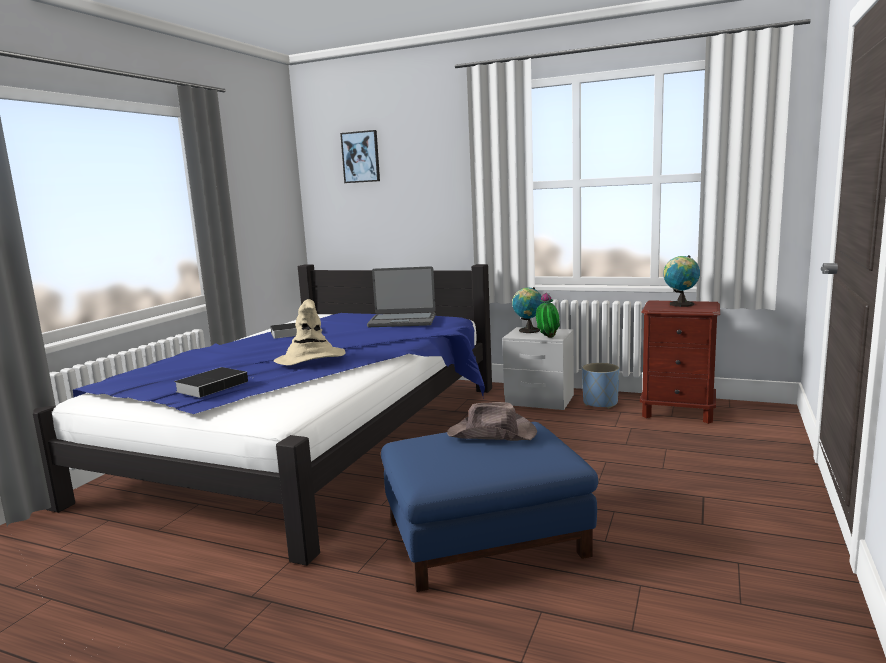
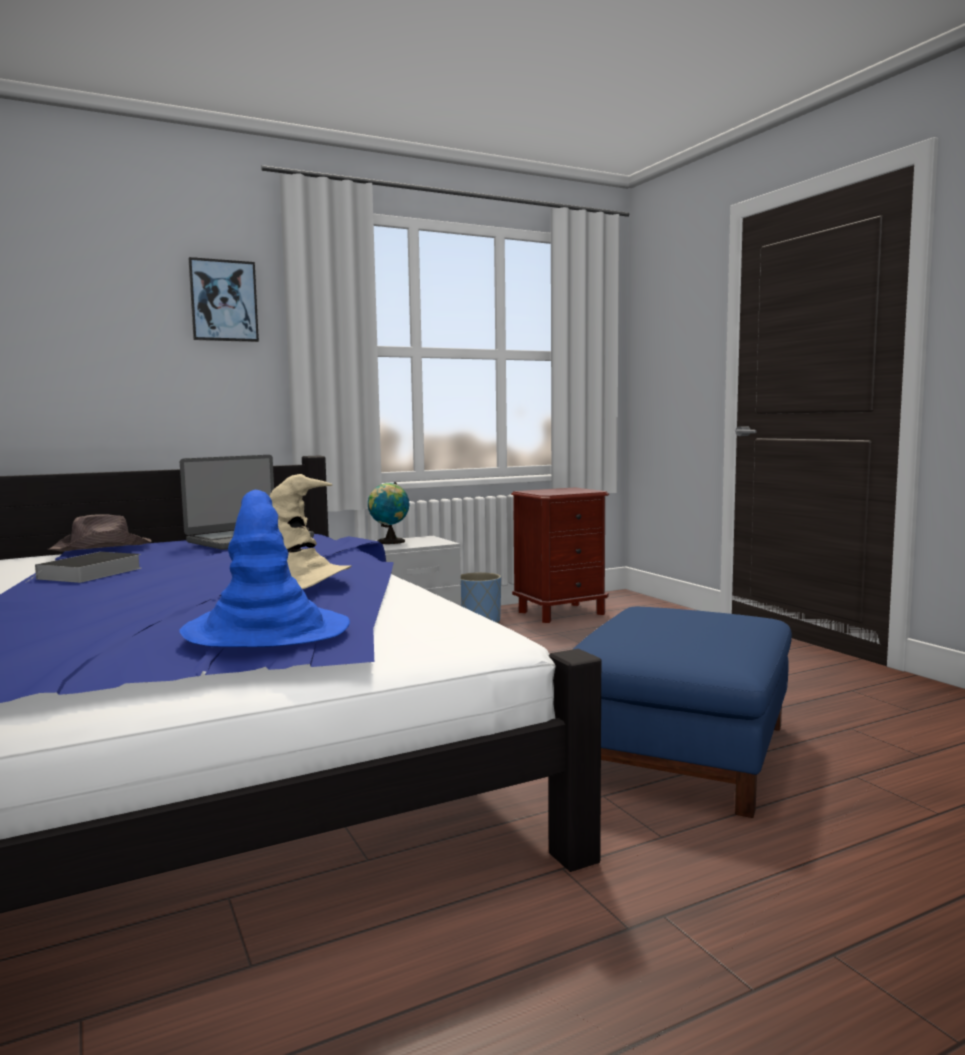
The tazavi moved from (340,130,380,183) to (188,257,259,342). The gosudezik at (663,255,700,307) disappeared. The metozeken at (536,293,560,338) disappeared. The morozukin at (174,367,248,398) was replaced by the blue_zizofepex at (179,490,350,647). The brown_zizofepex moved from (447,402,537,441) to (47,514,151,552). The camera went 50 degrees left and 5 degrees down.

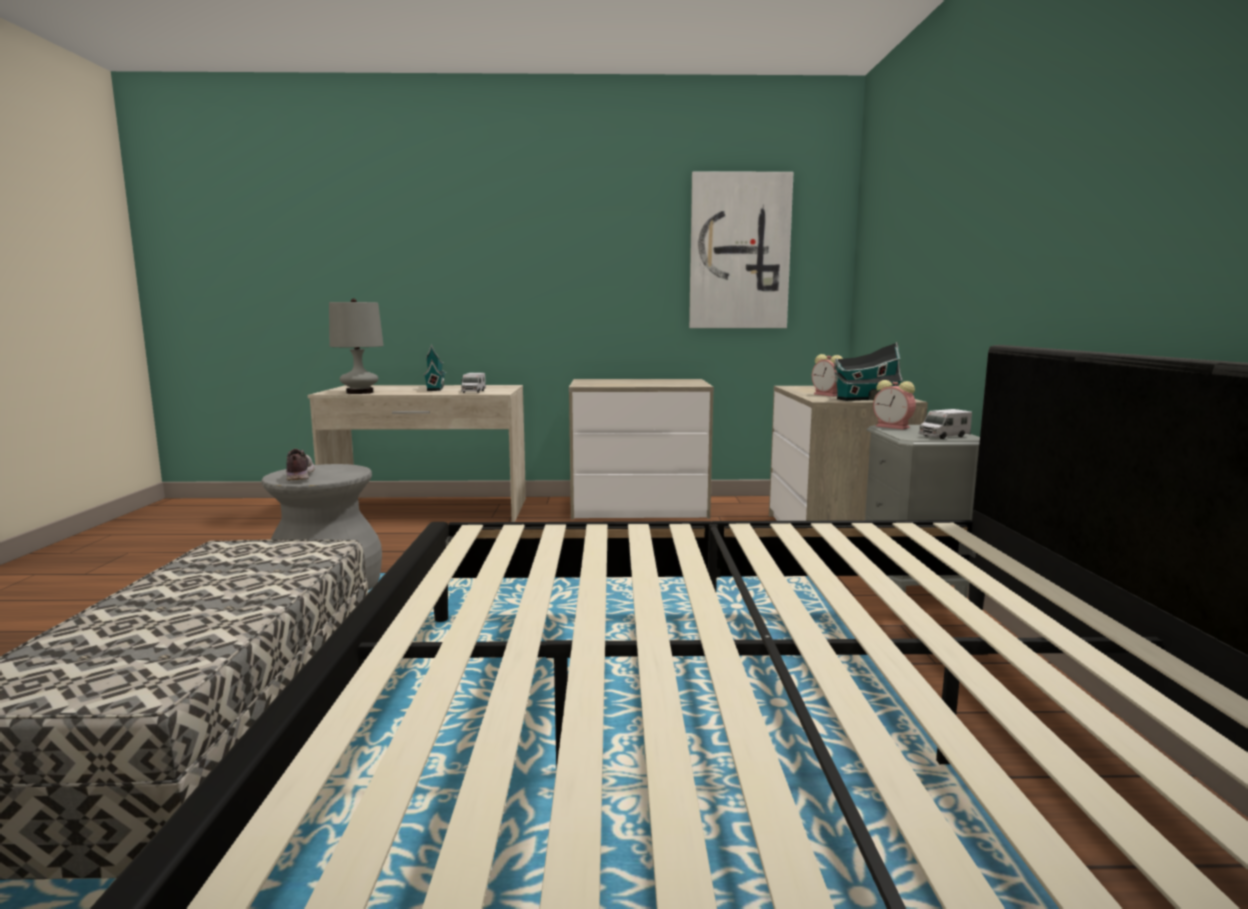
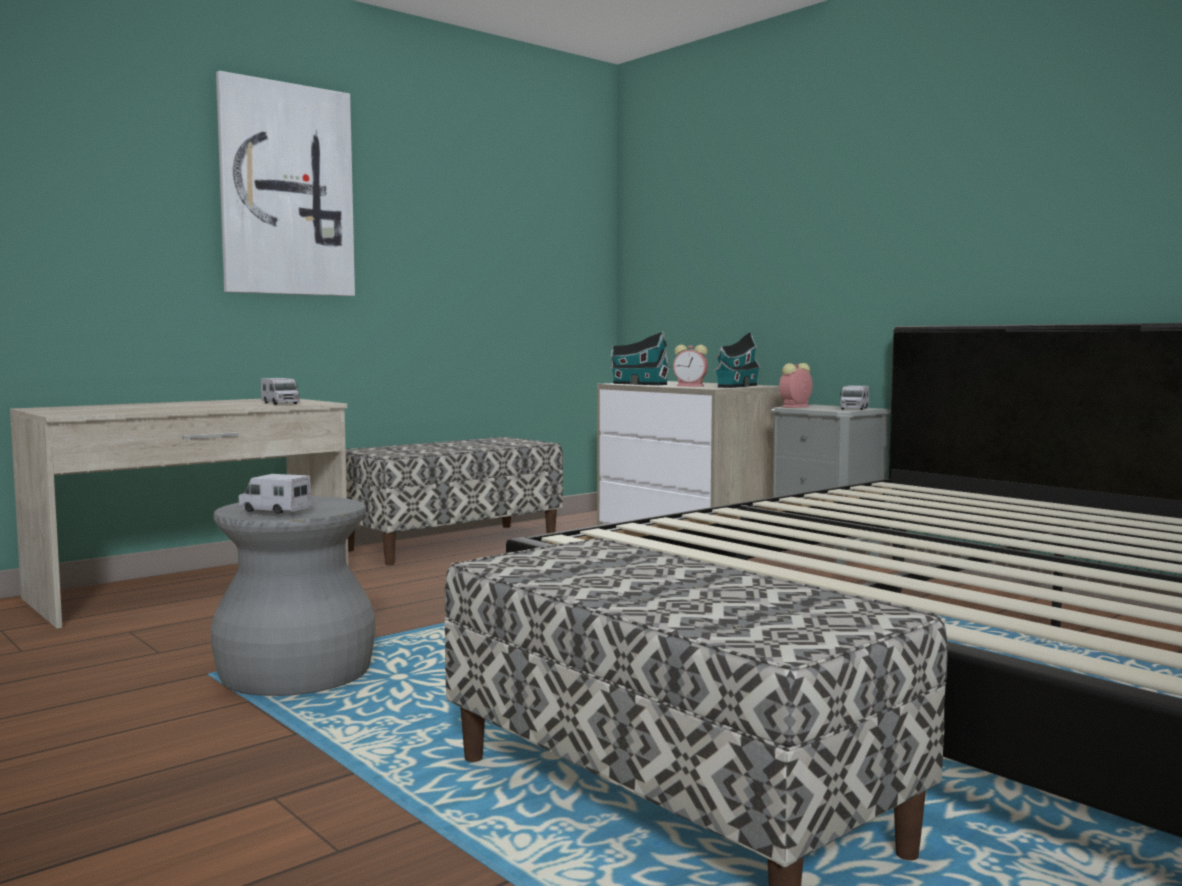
The tazavi moved from (689,171,794,328) to (216,71,355,296). The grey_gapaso at (329,298,384,394) disappeared. The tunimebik moved from (423,344,446,391) to (610,331,670,385). The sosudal at (569,379,714,519) was replaced by the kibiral at (346,437,563,565). The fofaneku at (873,380,916,430) turned 135 degrees clockwise. The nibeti at (286,449,315,480) was replaced by the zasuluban at (238,474,311,514). The camera went 40 degrees left and 5 degrees down.

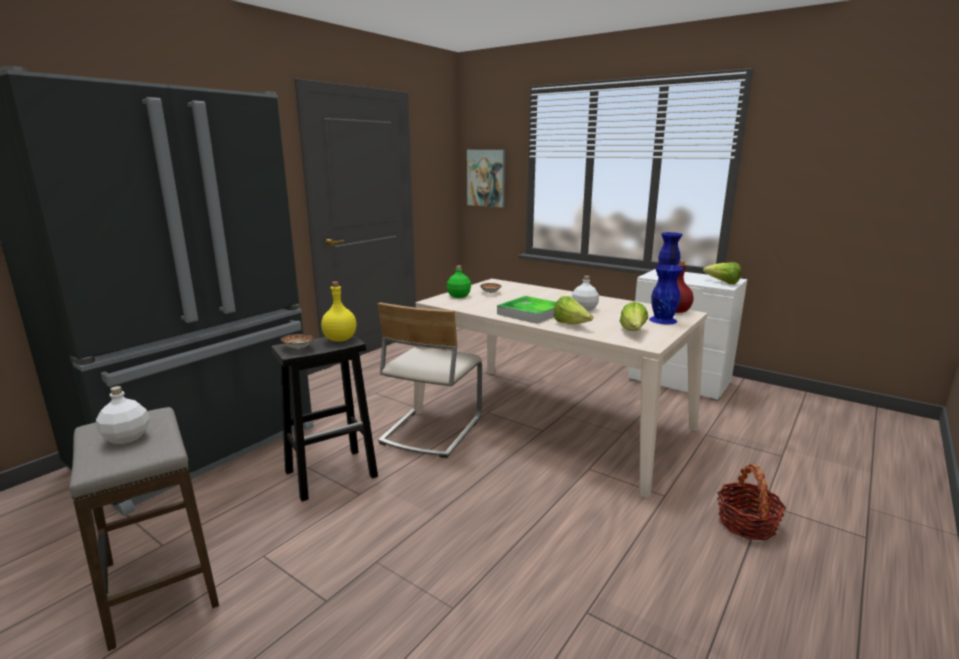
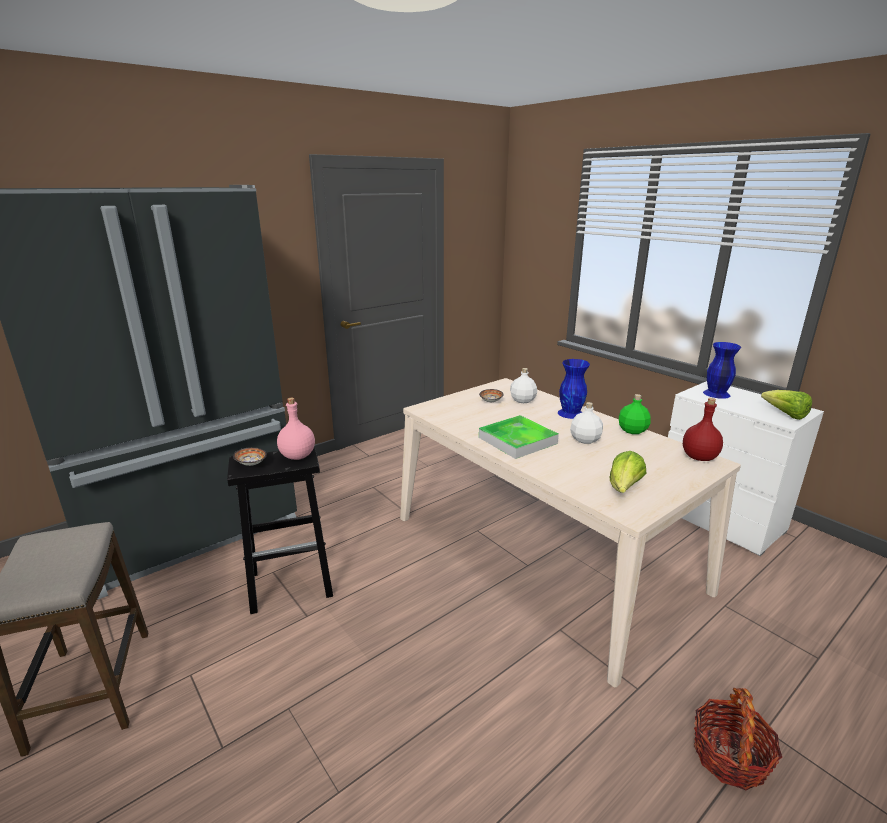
The tazavi at (467,150,505,207) disappeared. The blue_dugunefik moved from (649,265,683,325) to (558,359,590,419). The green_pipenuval moved from (447,266,471,298) to (619,394,651,434). The yellow_pipenuval at (321,281,357,342) became the pink_pipenuval at (277,398,315,460). The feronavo at (553,296,593,324) disappeared. The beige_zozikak at (378,302,483,458) disappeared. The white_pipenuval moved from (96,386,150,444) to (510,368,537,403). The camera went 15 degrees right and 5 degrees up.

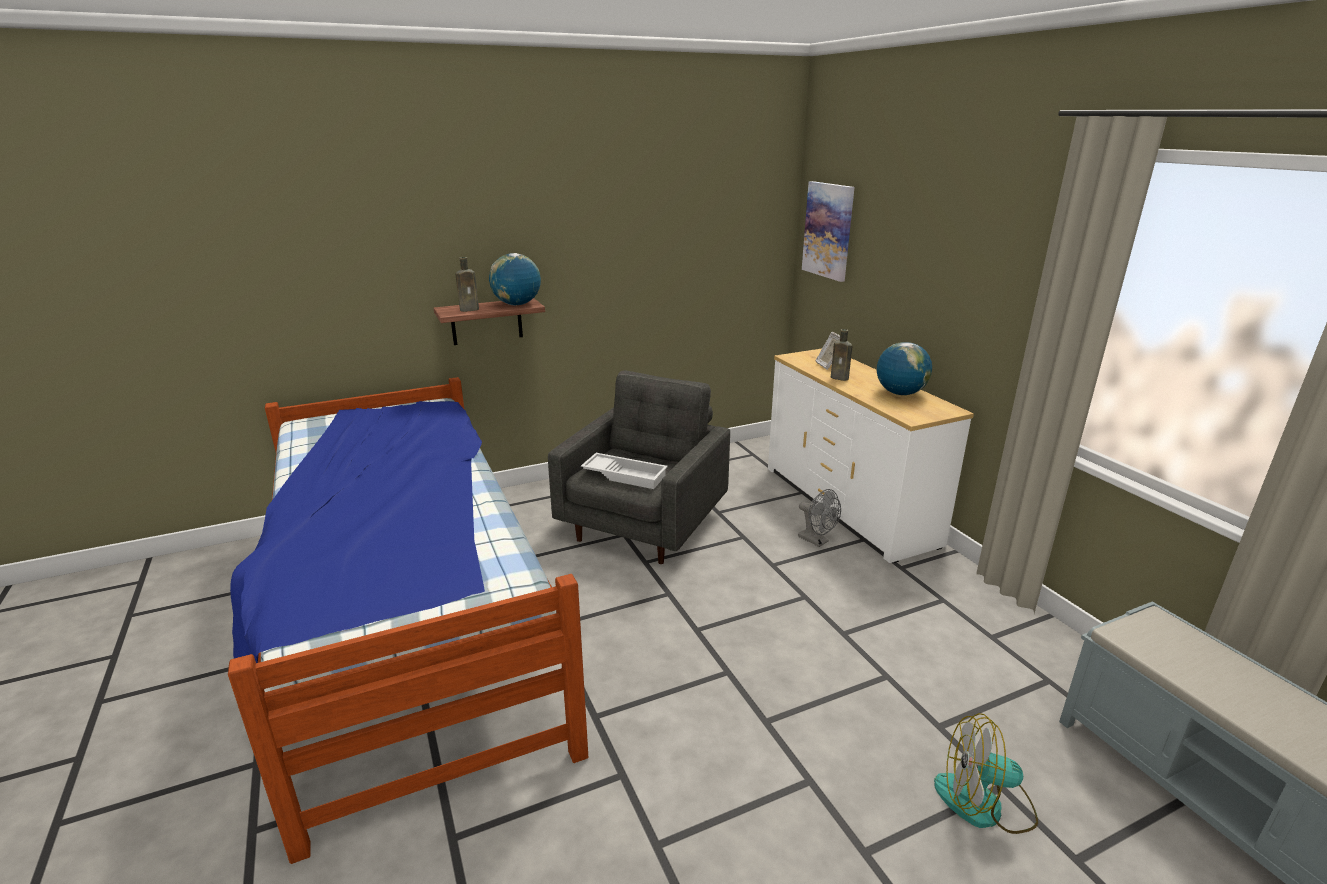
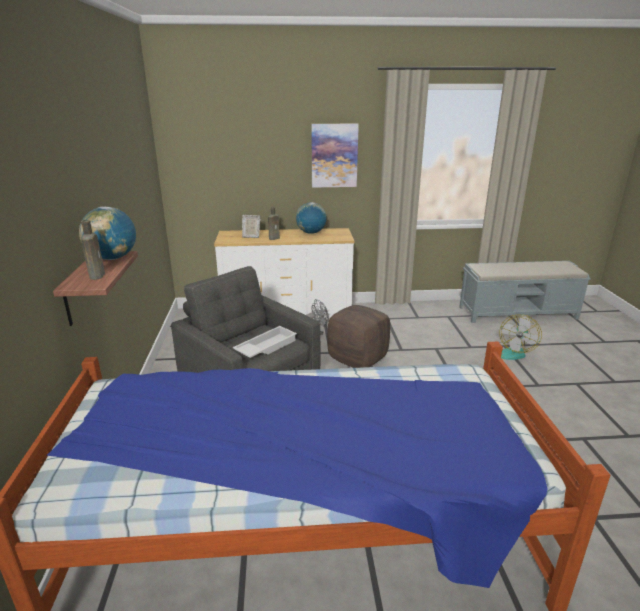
The tazavi moved from (802,181,855,282) to (311,124,359,188). The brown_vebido at (327,305,390,368) appeared. The camera went 70 degrees left and 0 degrees up.

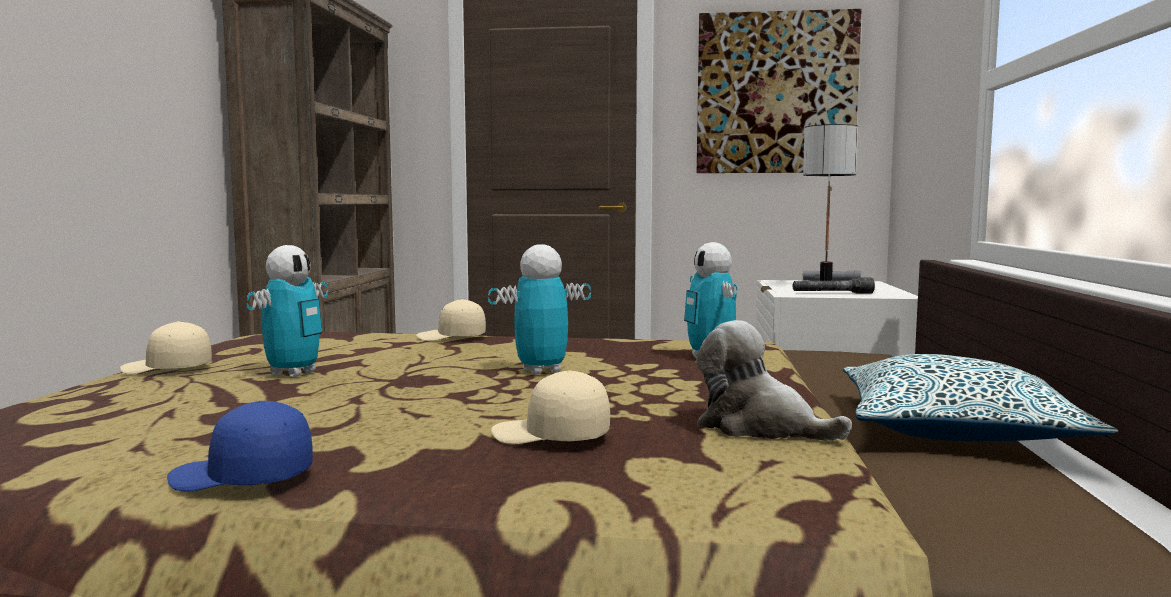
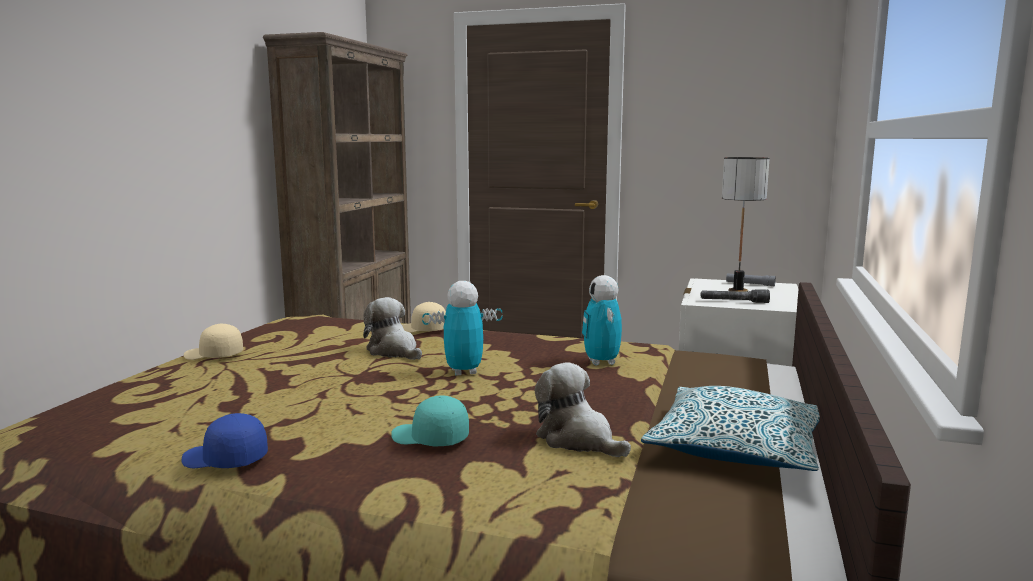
The tazavi at (697,9,862,173) disappeared. The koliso at (246,245,328,377) disappeared. The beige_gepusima at (491,370,610,444) became the turquoise_gepusima at (391,396,469,446). The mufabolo at (363,297,422,360) appeared. The camera went 10 degrees right and 5 degrees up.

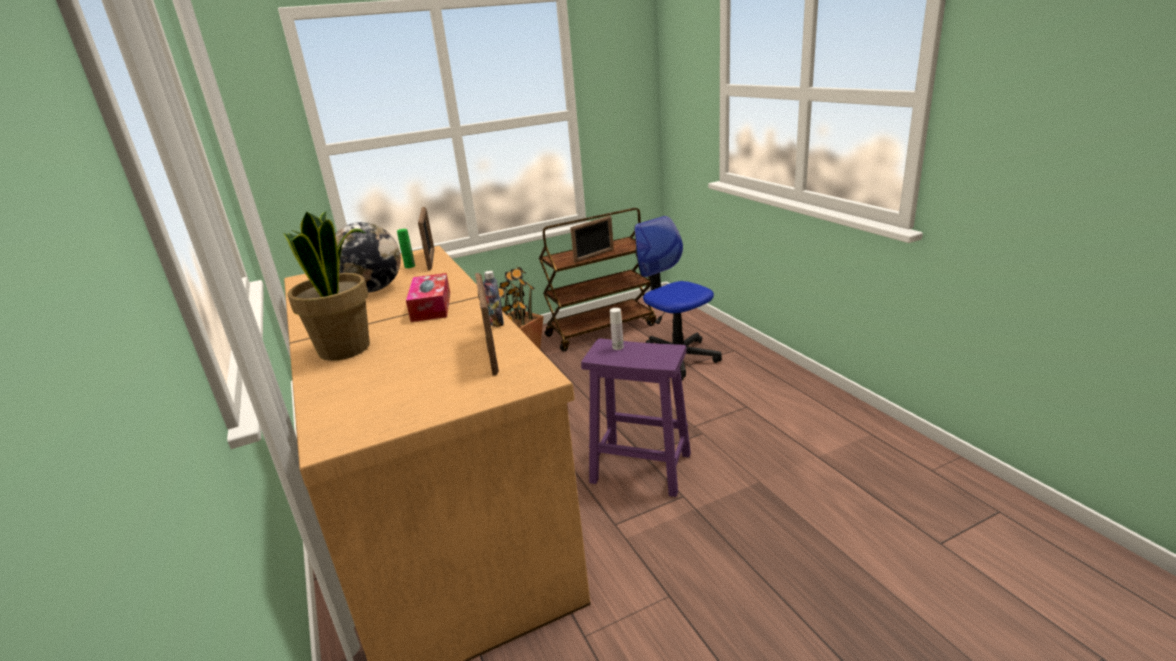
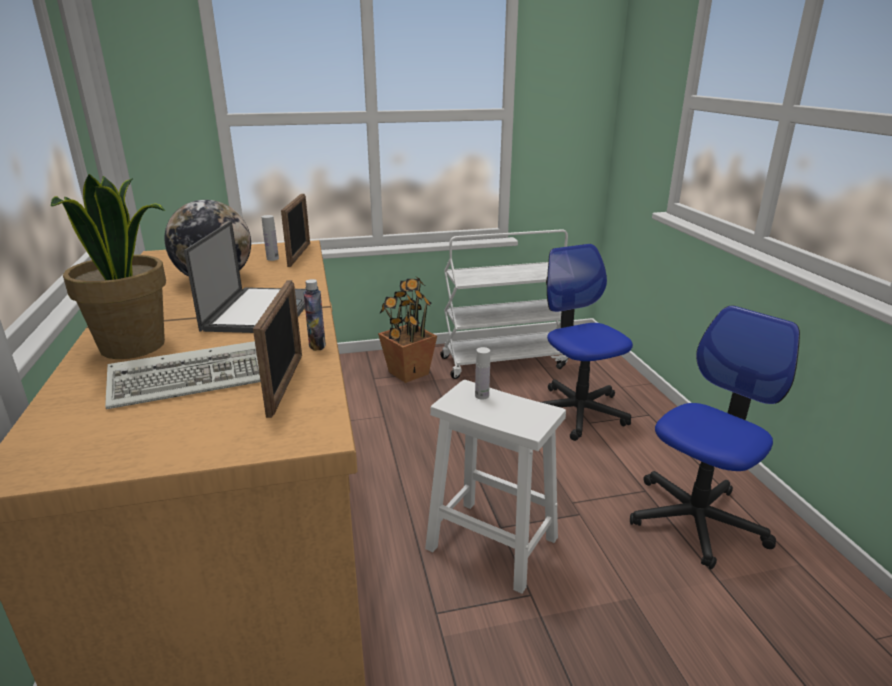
The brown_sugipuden at (539,208,656,351) became the white_sugipuden at (440,229,568,379). The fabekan at (570,216,614,263) disappeared. The green_pipenuval at (397,229,415,268) became the white_pipenuval at (262,215,279,261). The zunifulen at (406,273,450,322) was replaced by the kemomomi at (184,221,306,333). The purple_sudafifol at (581,338,691,497) became the white_sudafifol at (425,380,566,594). The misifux at (630,306,800,569) appeared. The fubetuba at (105,341,261,409) appeared. The camera went 10 degrees right and 0 degrees up.

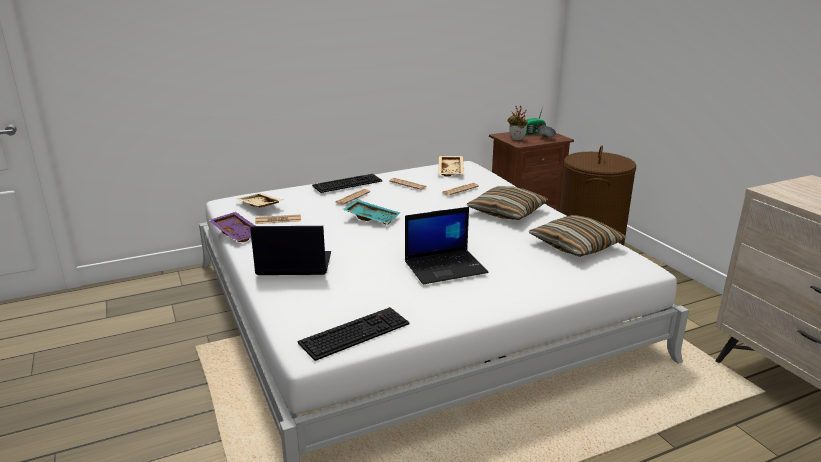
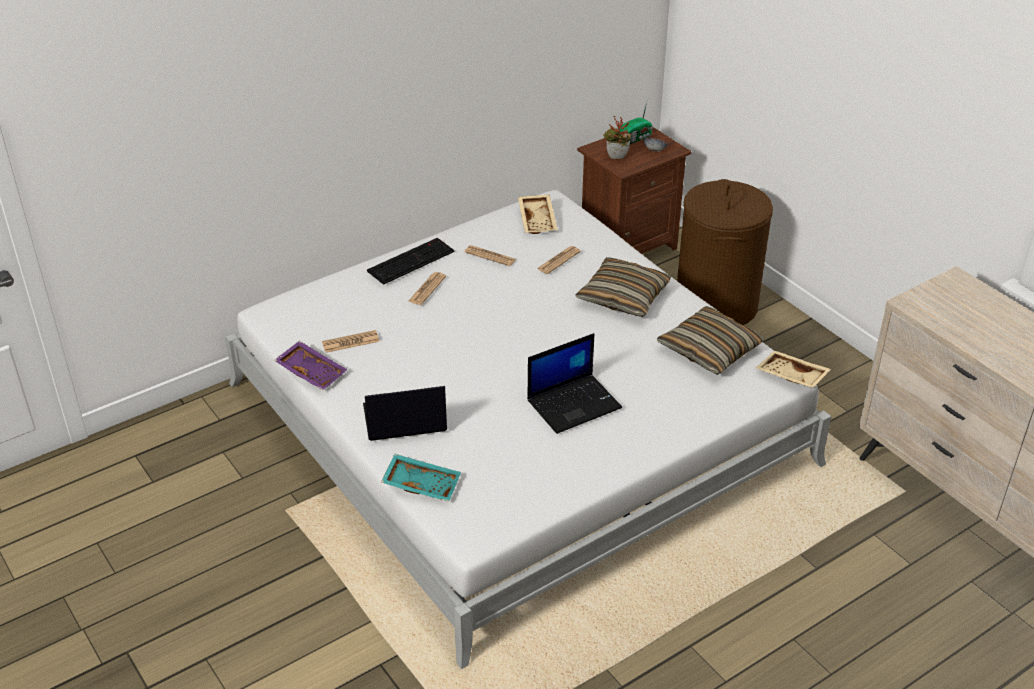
The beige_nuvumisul moved from (236,193,283,207) to (756,351,831,388). The turquoise_nuvumisul moved from (342,200,400,224) to (381,454,461,502). The fubetuba at (298,307,410,361) disappeared. The camera went 10 degrees left and 15 degrees up.

